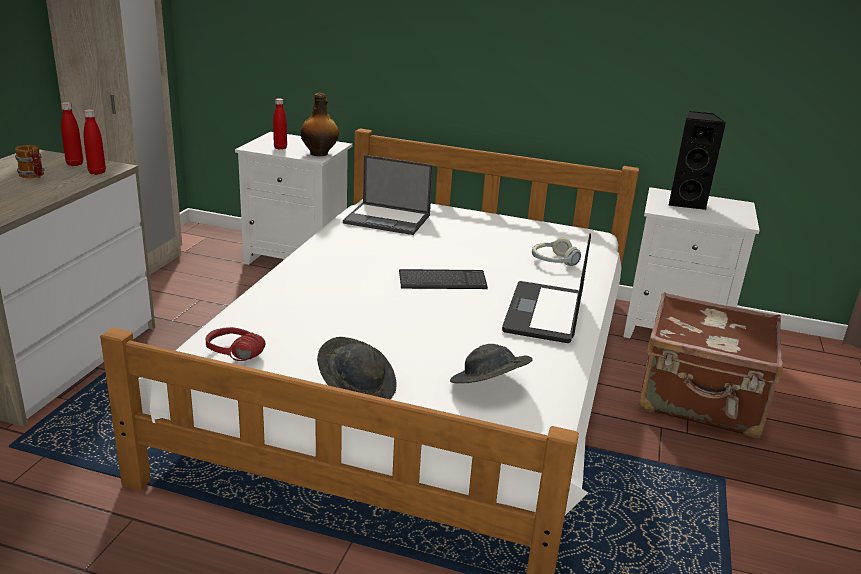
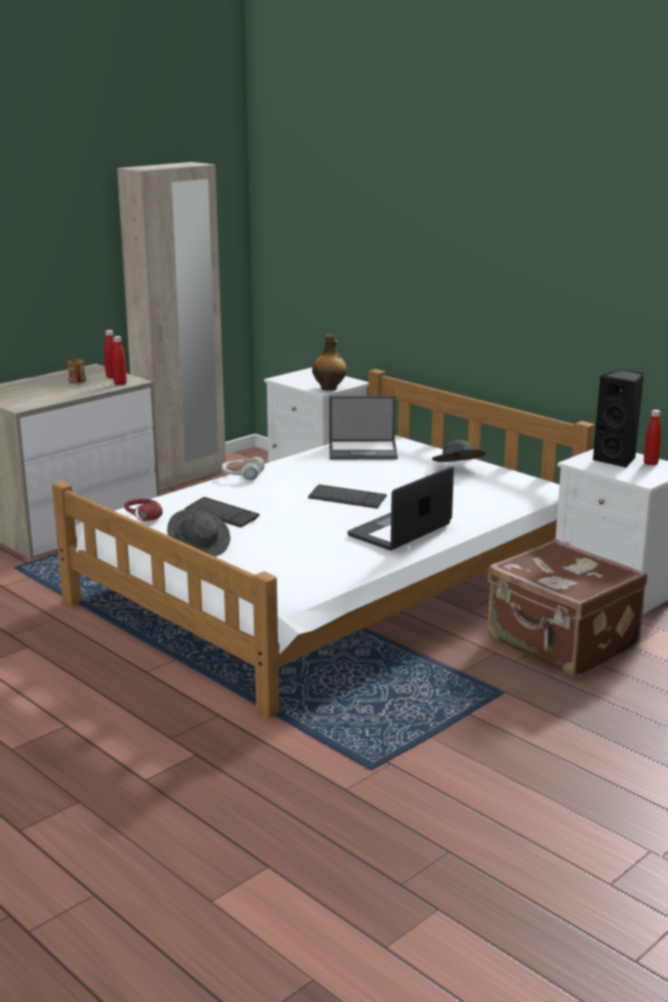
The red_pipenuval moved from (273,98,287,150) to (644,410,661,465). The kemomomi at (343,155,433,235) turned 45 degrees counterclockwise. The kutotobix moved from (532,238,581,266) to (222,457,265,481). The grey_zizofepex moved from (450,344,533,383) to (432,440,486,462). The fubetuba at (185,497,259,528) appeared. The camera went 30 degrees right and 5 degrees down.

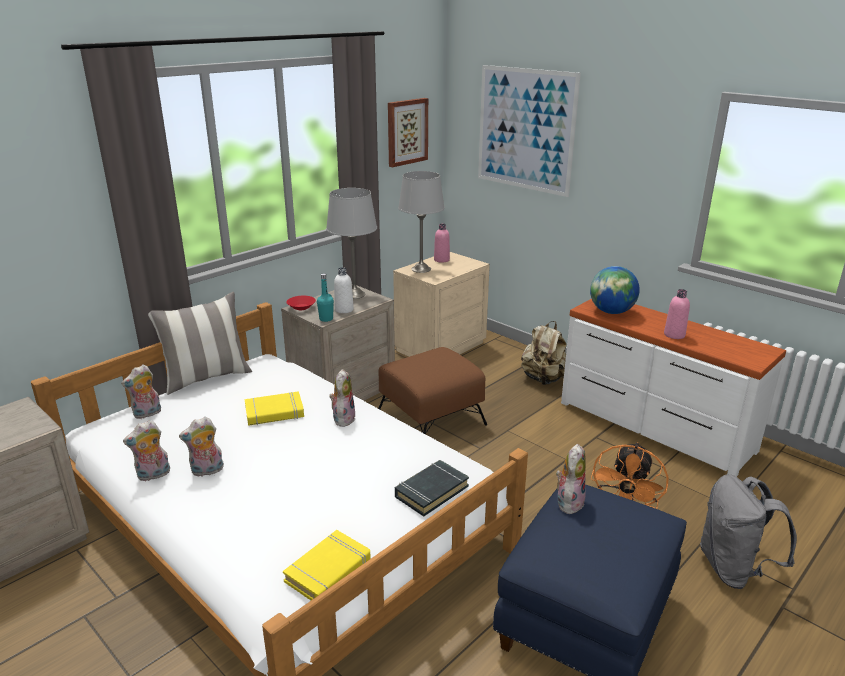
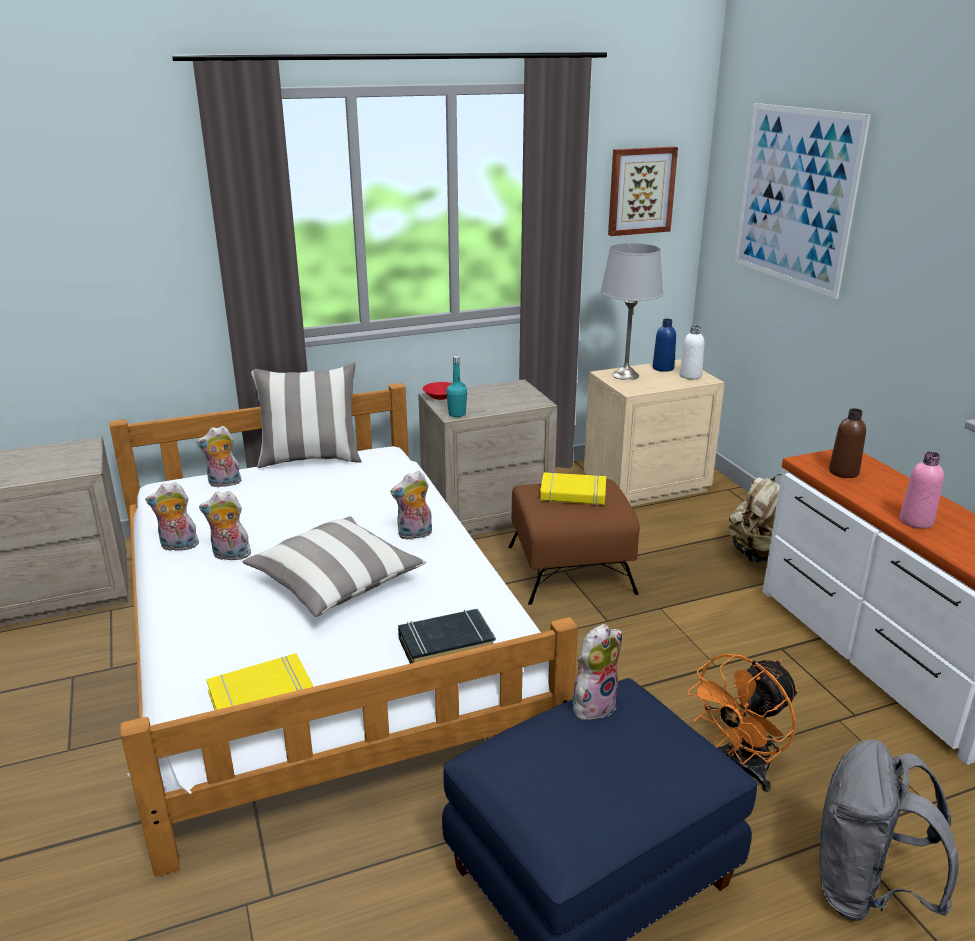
The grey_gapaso at (326,188,377,299) disappeared. The pink_pipenuval at (434,224,450,263) became the blue_pipenuval at (653,319,676,372). The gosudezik at (590,266,640,314) was replaced by the brown_pipenuval at (829,408,866,478). The white_pipenuval moved from (334,267,354,313) to (680,325,704,379). The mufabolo at (329,369,355,427) turned 150 degrees counterclockwise. The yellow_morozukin moved from (245,391,304,426) to (540,472,606,506). The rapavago at (242,516,426,617) appeared. The camera went 25 degrees right and 0 degrees up.

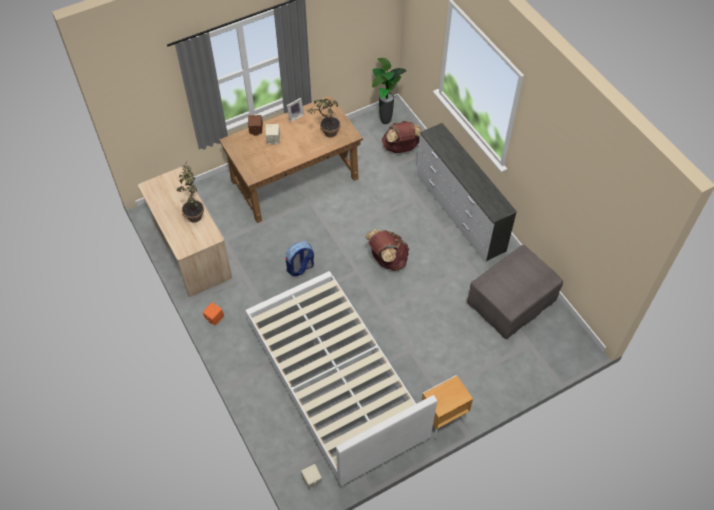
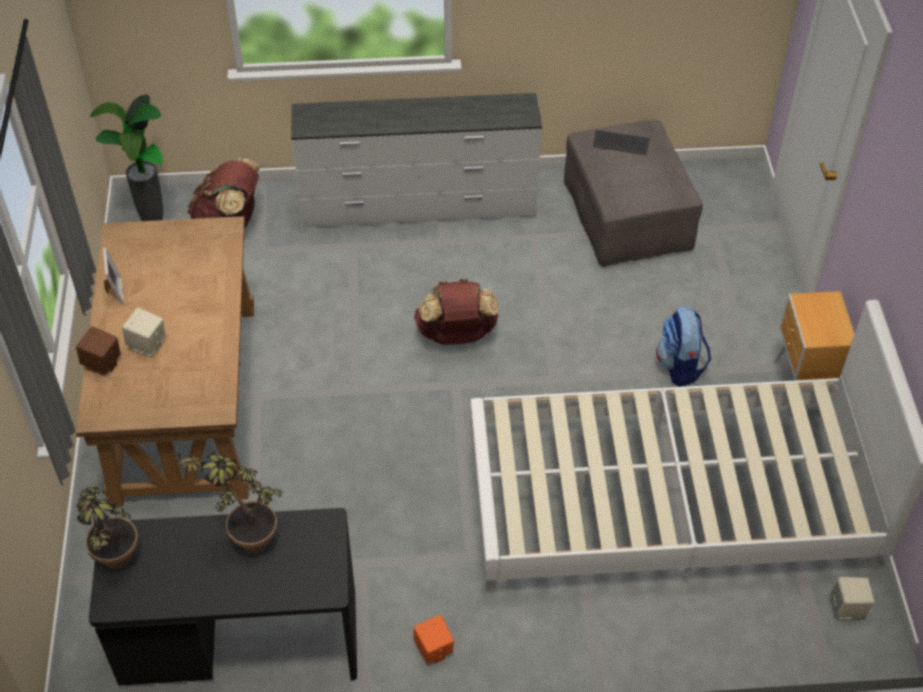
The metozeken moved from (307,99,341,137) to (76,487,138,569). The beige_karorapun at (138,167,232,297) became the black_karorapun at (89,508,357,685). The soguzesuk moved from (286,241,314,276) to (656,306,711,387). The fubetuba at (593,130,650,155) appeared. The camera went 65 degrees left and 5 degrees down.

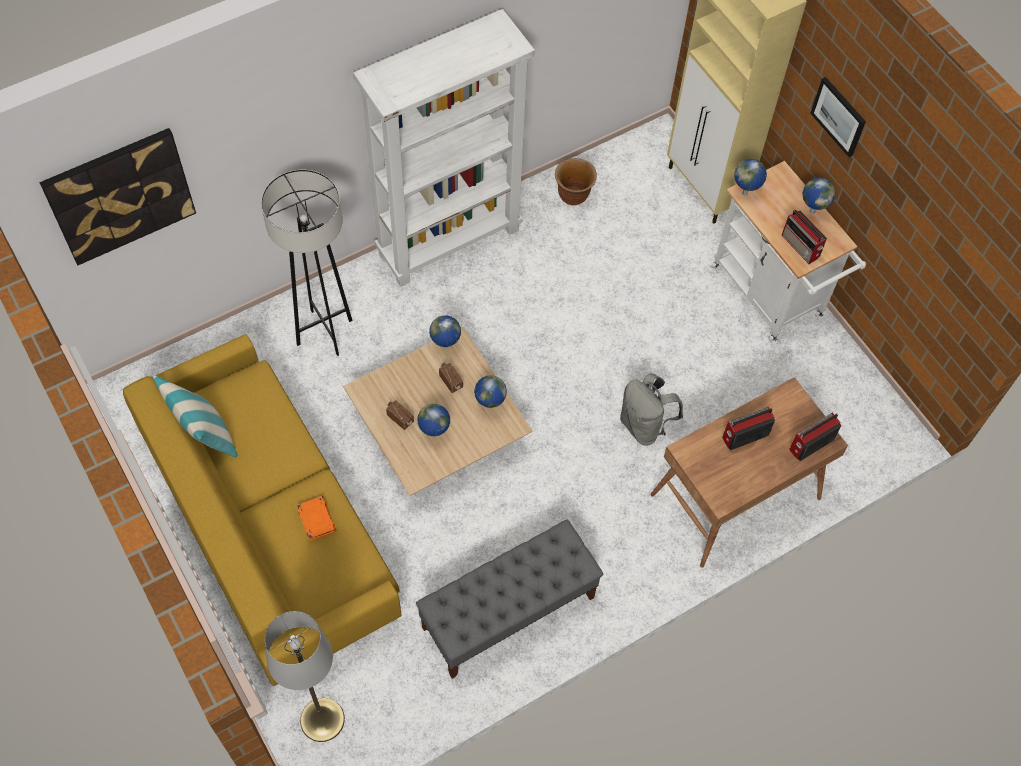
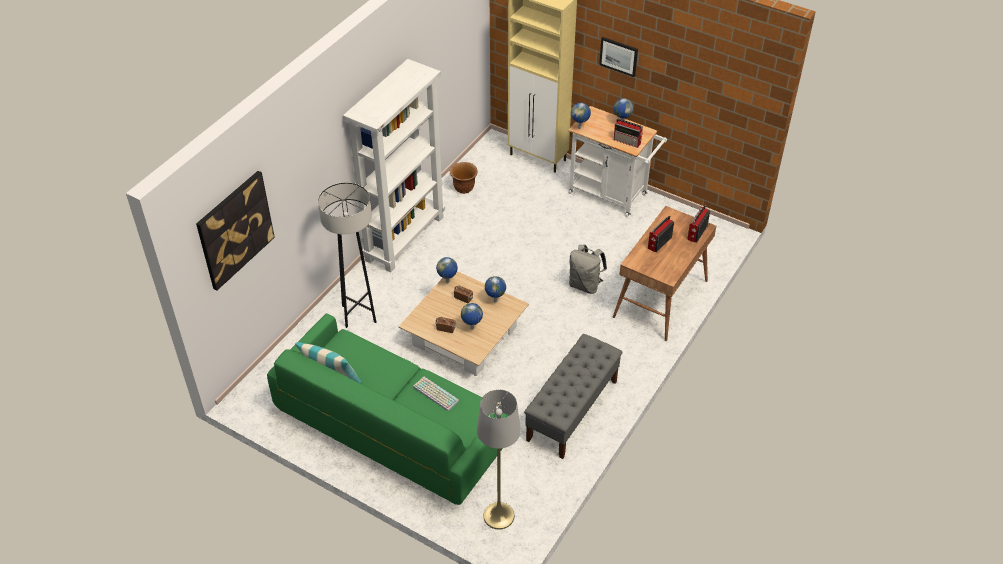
The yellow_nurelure at (123,334,402,686) became the green_nurelure at (267,313,510,505). The orange_morozukin at (296,496,336,541) was replaced by the fubetuba at (413,377,459,411). The camera went 25 degrees left and 15 degrees down.

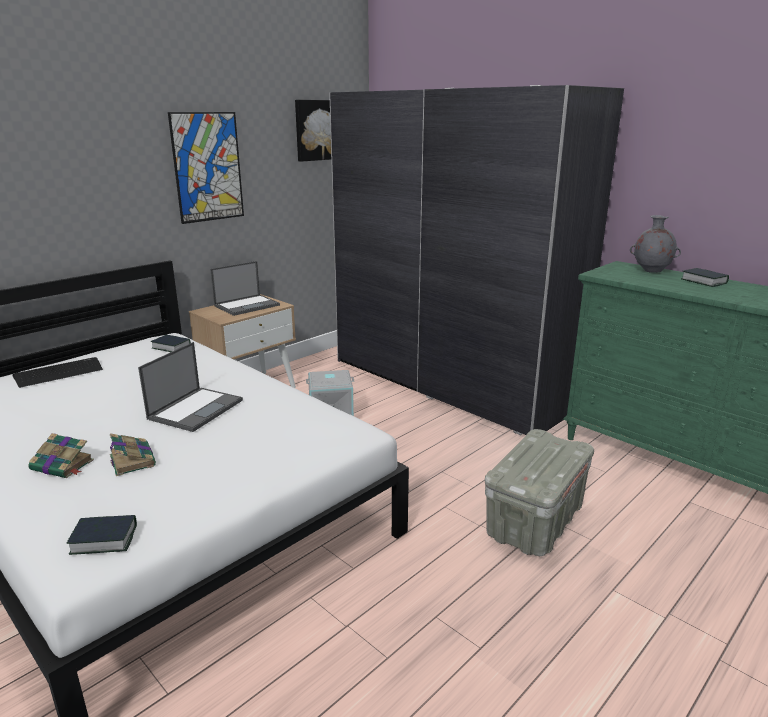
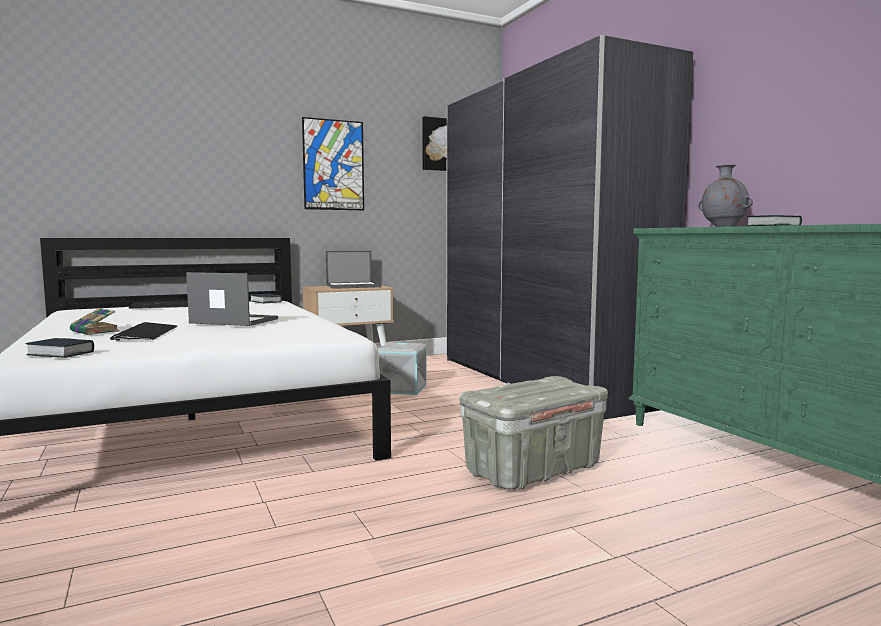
The kemomomi at (138,342,243,432) turned 120 degrees counterclockwise. The morozukin at (110,433,156,476) was replaced by the fubetuba at (110,322,178,341). The camera went 20 degrees right and 15 degrees down.

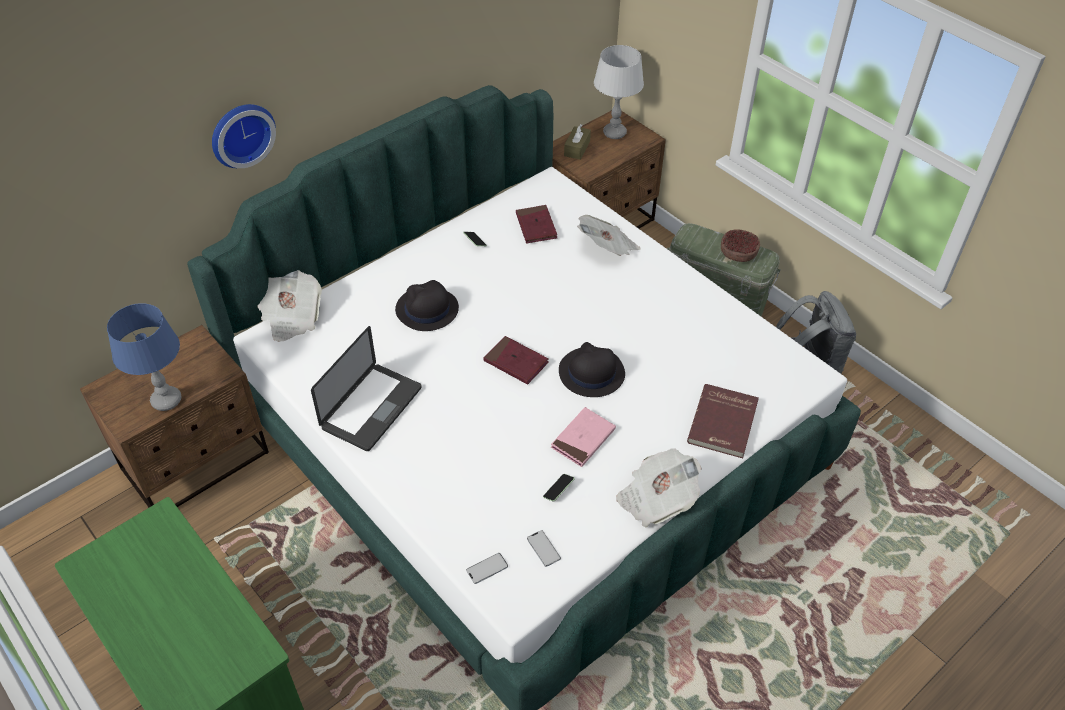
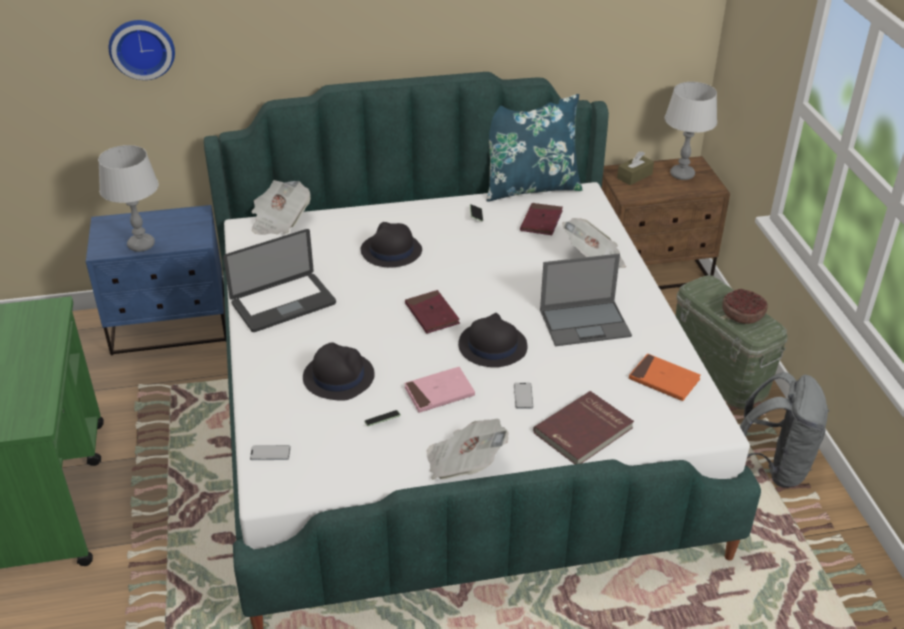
The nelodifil moved from (212,104,276,168) to (109,20,175,80). The blue_gapaso at (107,303,181,411) became the grey_gapaso at (98,145,159,252). The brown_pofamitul at (80,325,269,507) became the blue_pofamitul at (86,205,226,355). The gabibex moved from (527,530,561,567) to (514,383,533,409). The blue_rapavago at (486,94,583,202) appeared. The kemomomi at (540,254,632,346) appeared. The black_zizofepex at (303,342,375,401) appeared. The orange_morozukin at (629,354,701,401) appeared. The camera went 30 degrees right and 10 degrees down.

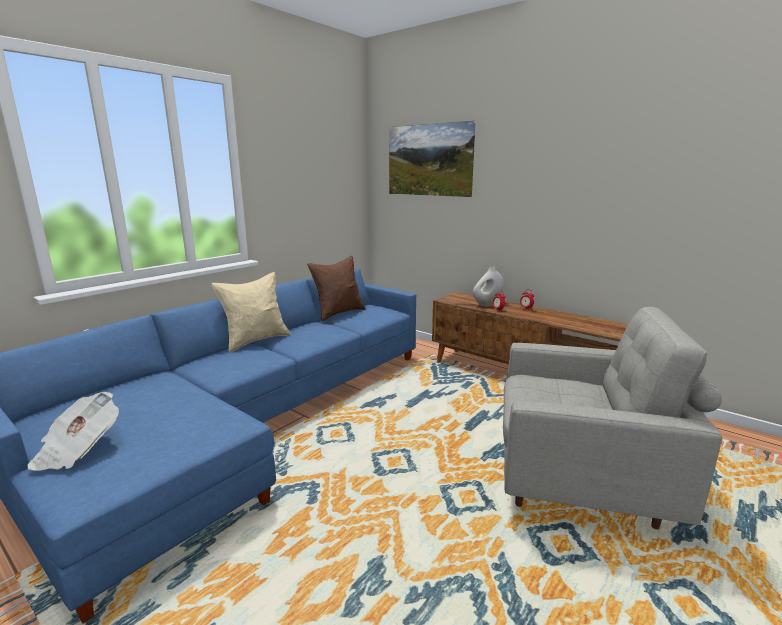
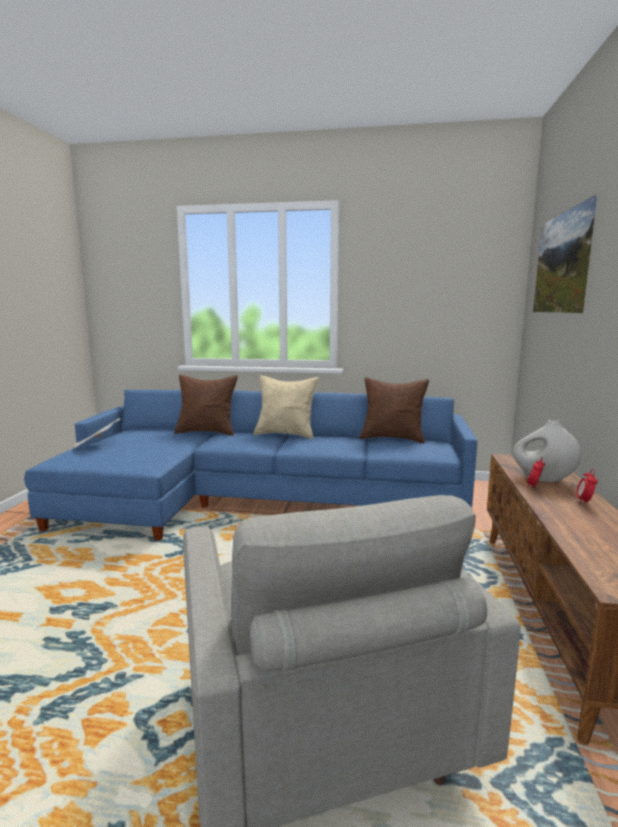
The brown_rapavago at (174,375,238,436) appeared. The camera went 60 degrees right and 5 degrees down.

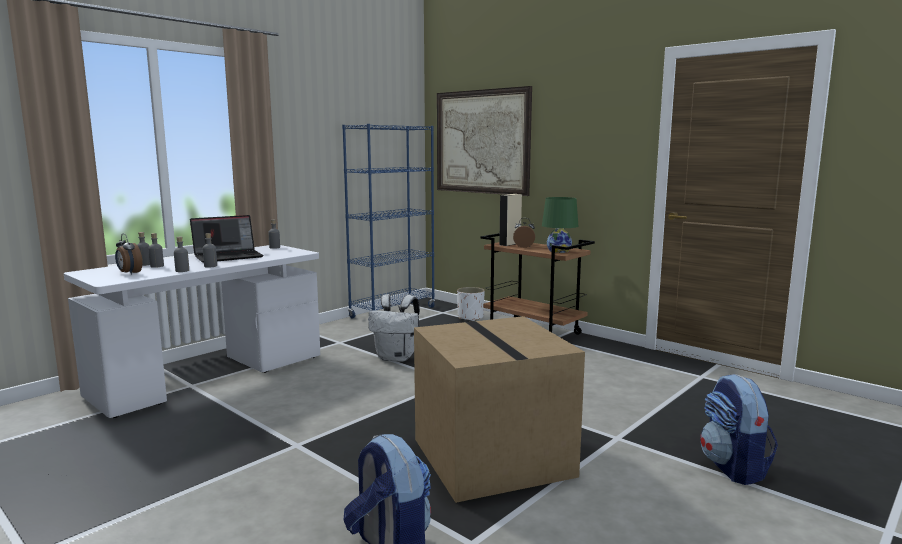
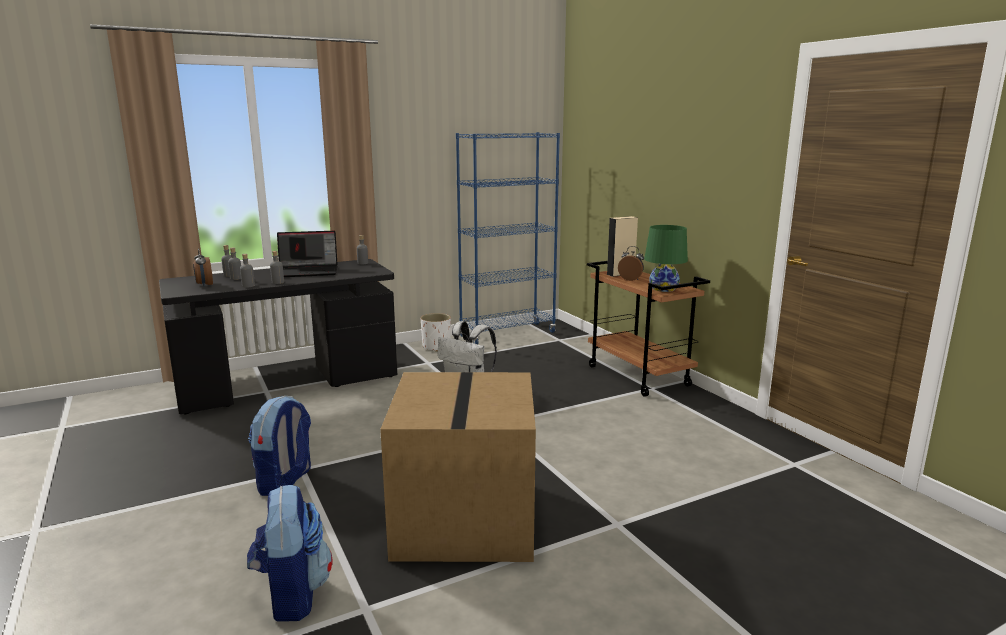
The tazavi at (437,86,532,196) disappeared. The white_karorapun at (64,245,320,418) became the black_karorapun at (159,259,397,414). The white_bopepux moved from (457,287,485,321) to (421,313,451,352). The soguzesuk moved from (700,374,778,485) to (248,396,311,496). The camera went 20 degrees right and 5 degrees up.

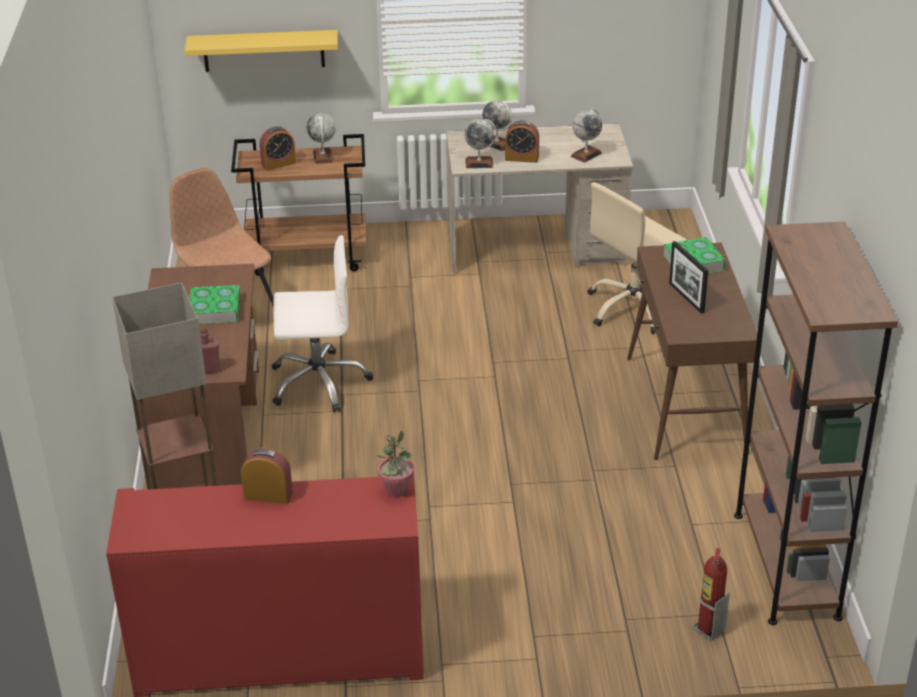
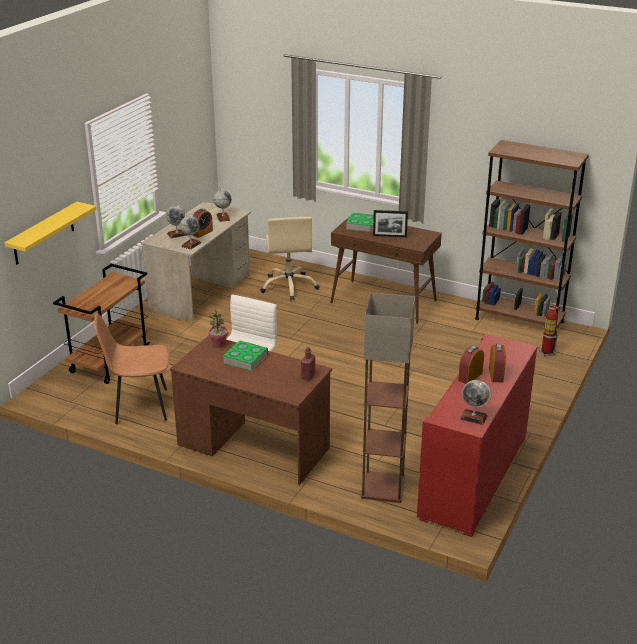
The gosudezik moved from (306,113,336,164) to (460,380,491,425). The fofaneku moved from (260,126,296,171) to (489,344,506,382). The metozeken moved from (377,430,414,497) to (208,310,228,348). The camera went 60 degrees left and 5 degrees down.

